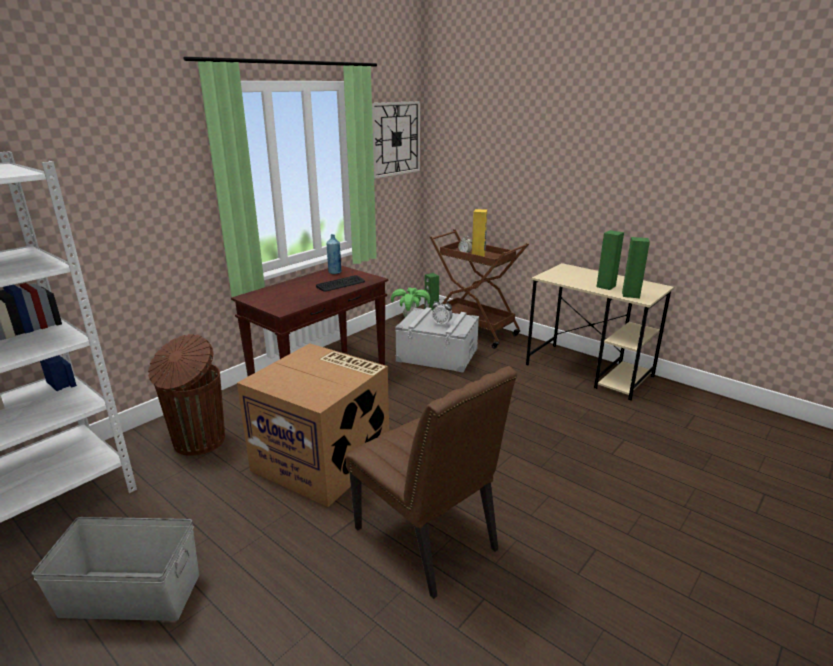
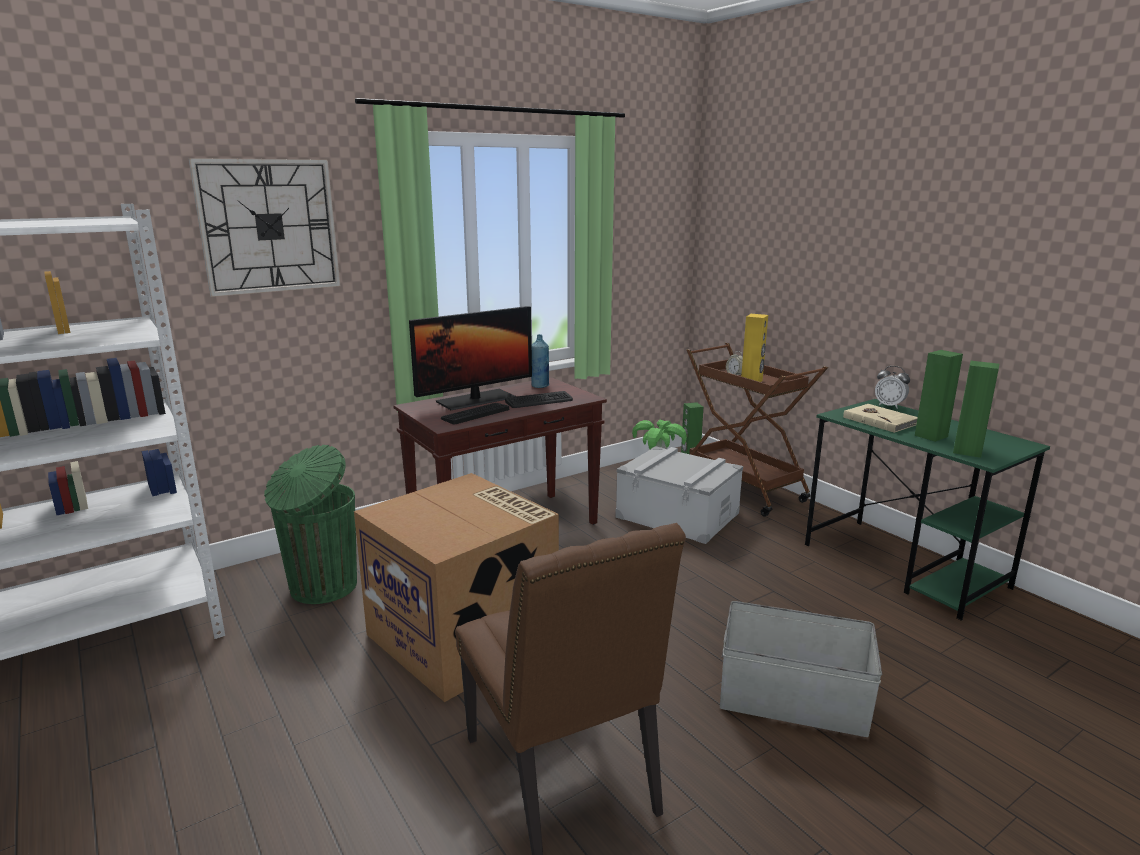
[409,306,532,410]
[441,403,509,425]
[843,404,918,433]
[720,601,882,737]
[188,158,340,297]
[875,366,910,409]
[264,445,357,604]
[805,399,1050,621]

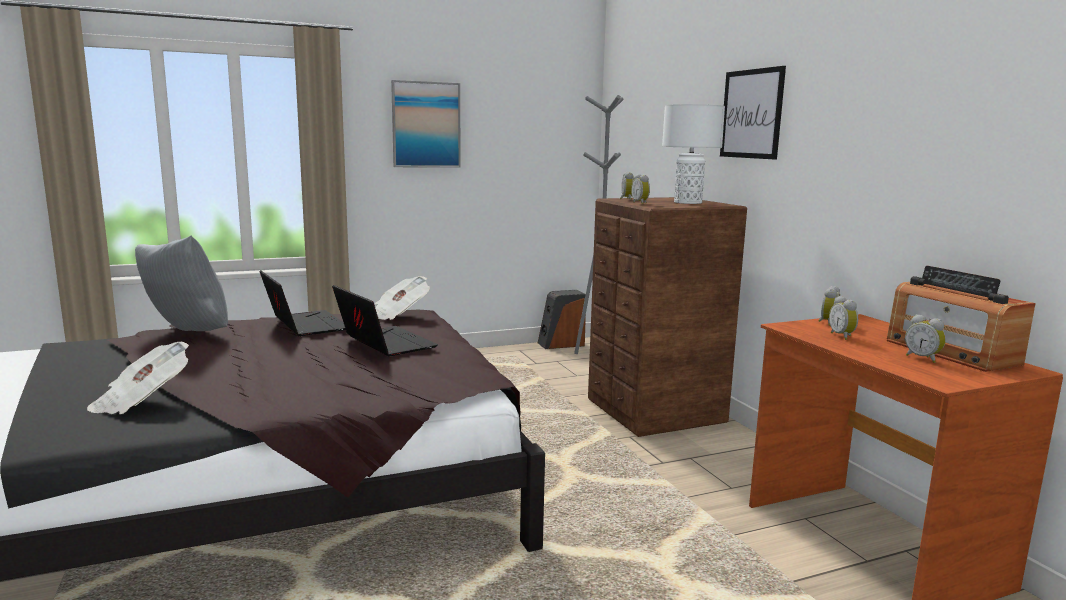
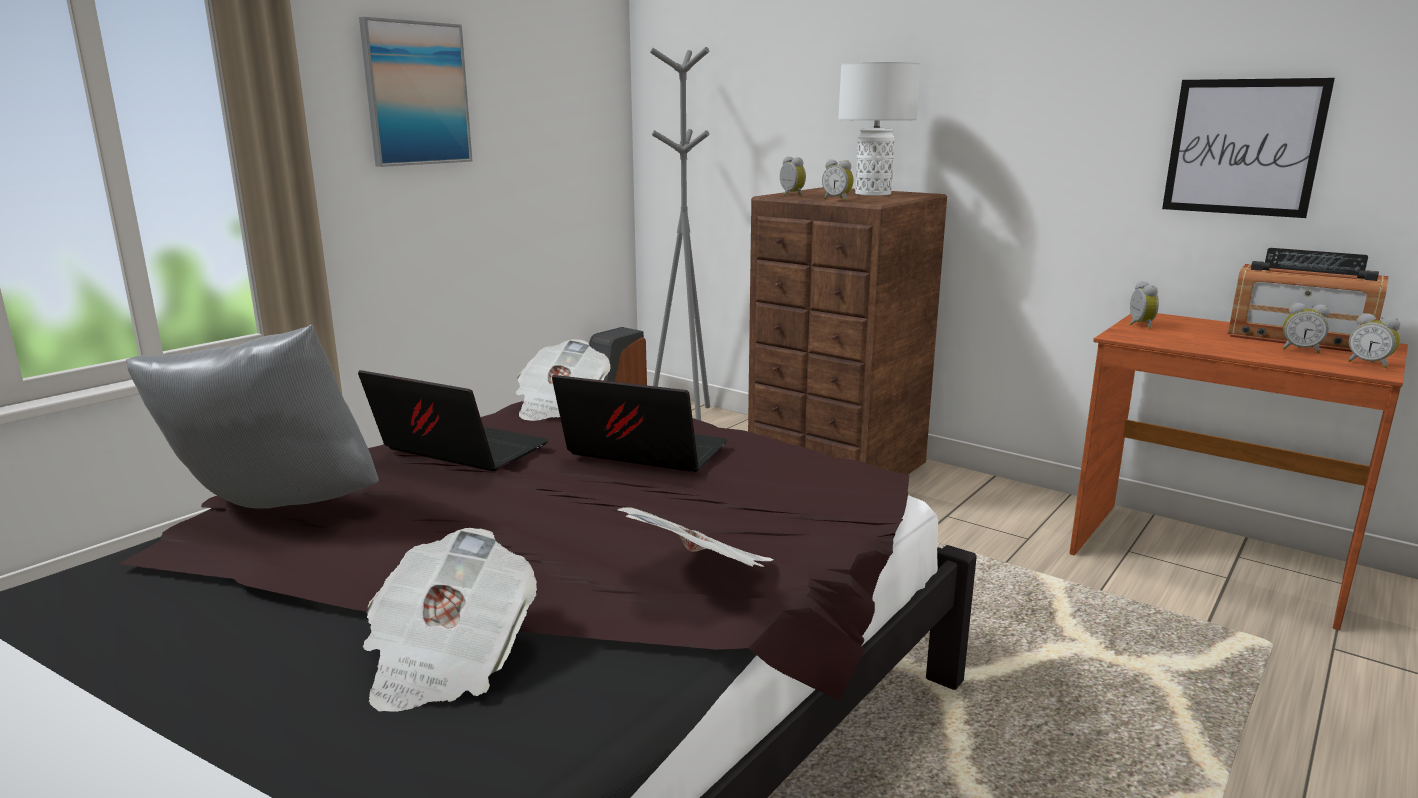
[617,507,774,567]
[1162,78,1335,218]
[1348,313,1400,368]

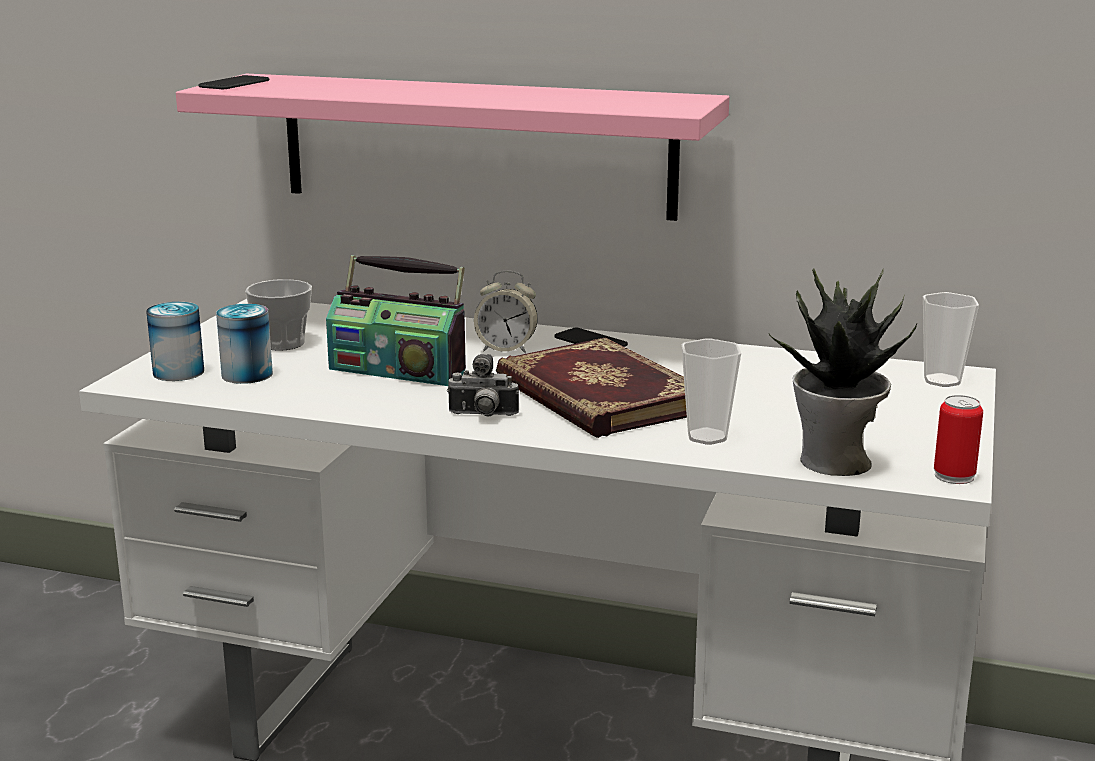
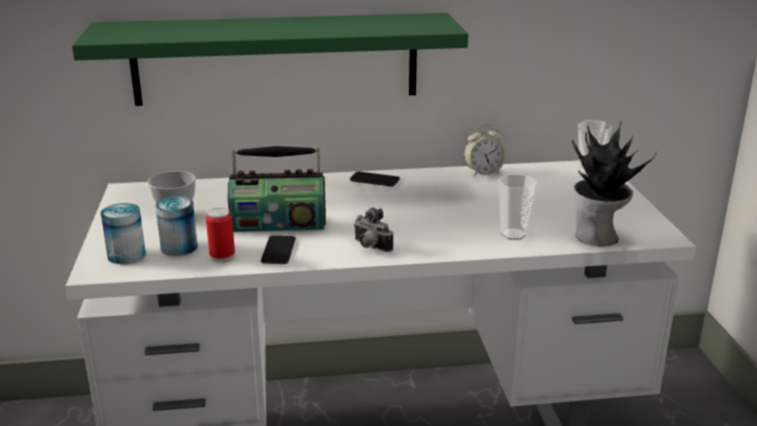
[496,338,687,438] (first image)
[261,236,295,264]
[464,124,506,176]
[206,208,235,262]
[72,13,468,106]
[354,208,393,252]

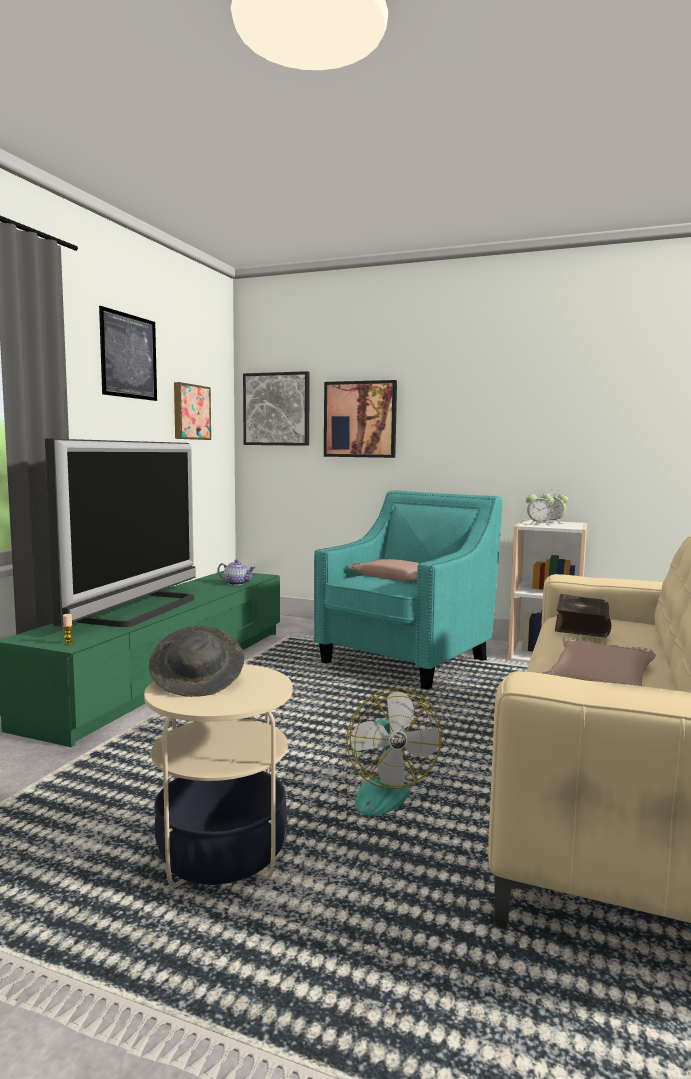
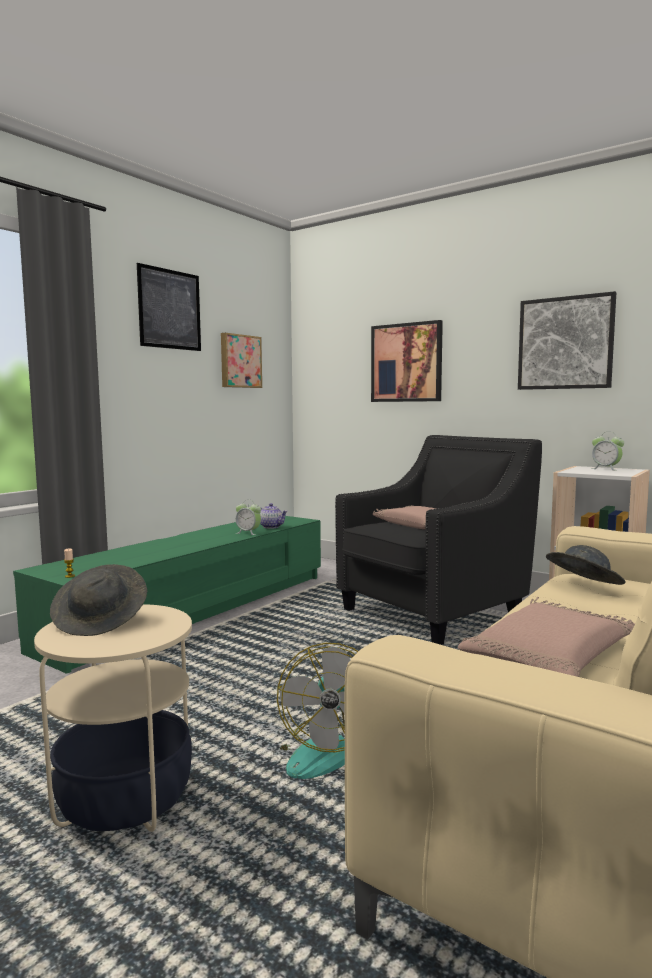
[45,439,196,627] (first image)
[518,291,616,390]
[236,500,261,535]
[546,545,625,585]
[335,435,542,645]

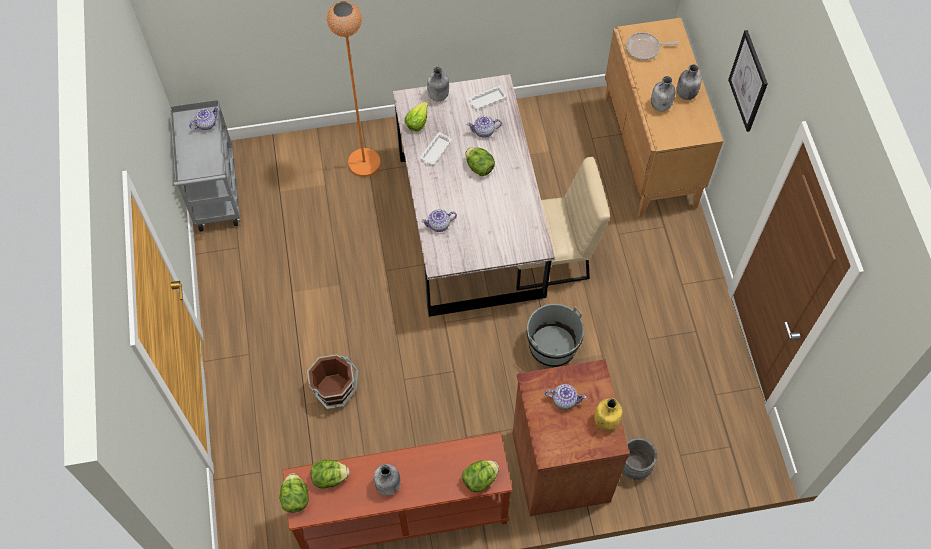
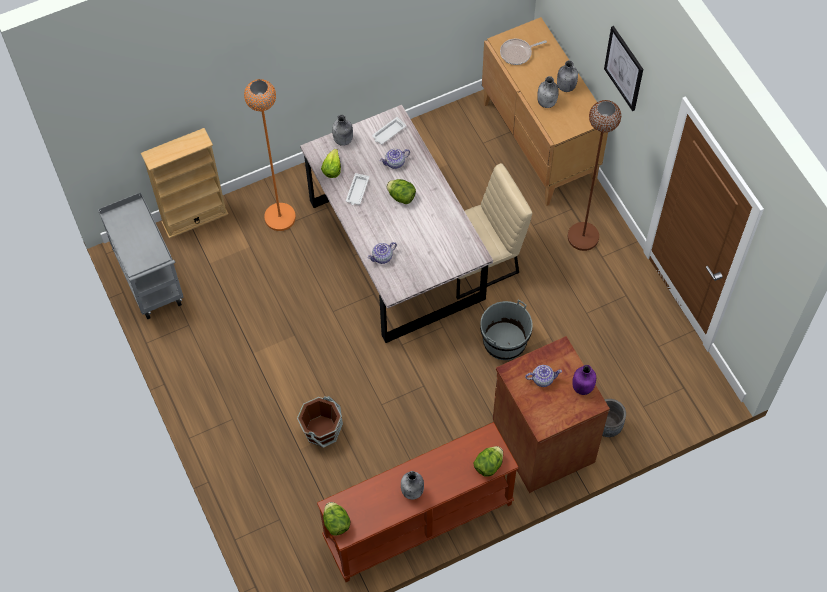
[189,106,219,130] (first image)
[311,459,349,488] (first image)
[141,128,228,239]
[568,100,621,251]
[572,365,596,395]

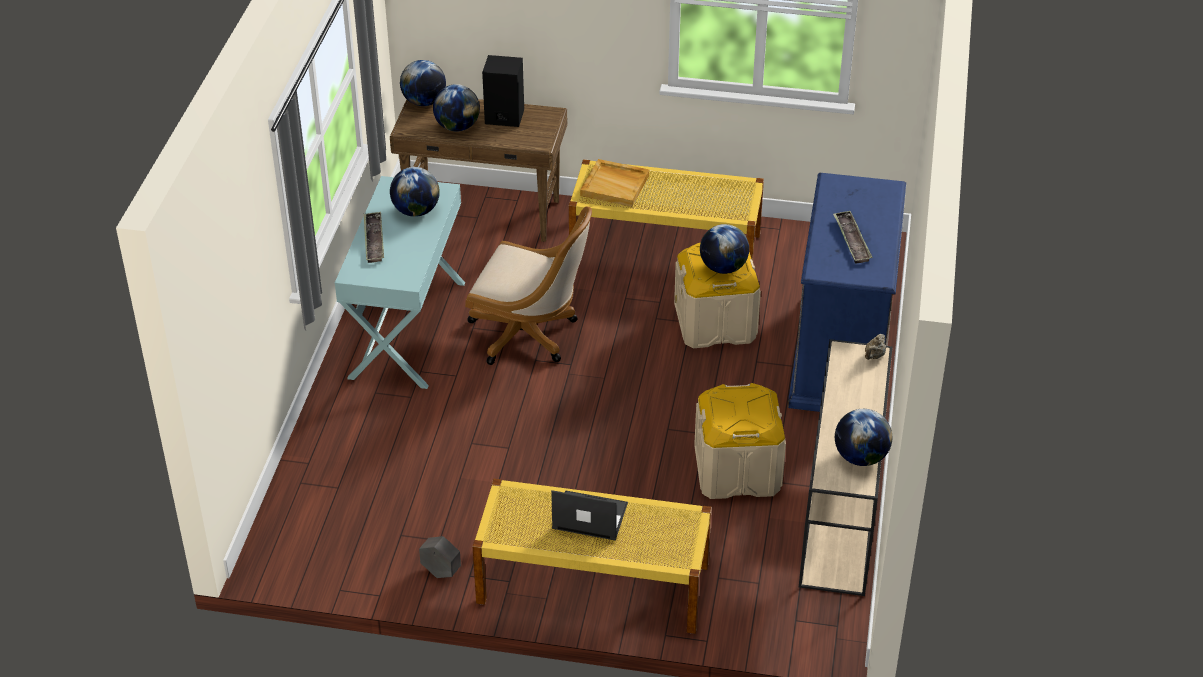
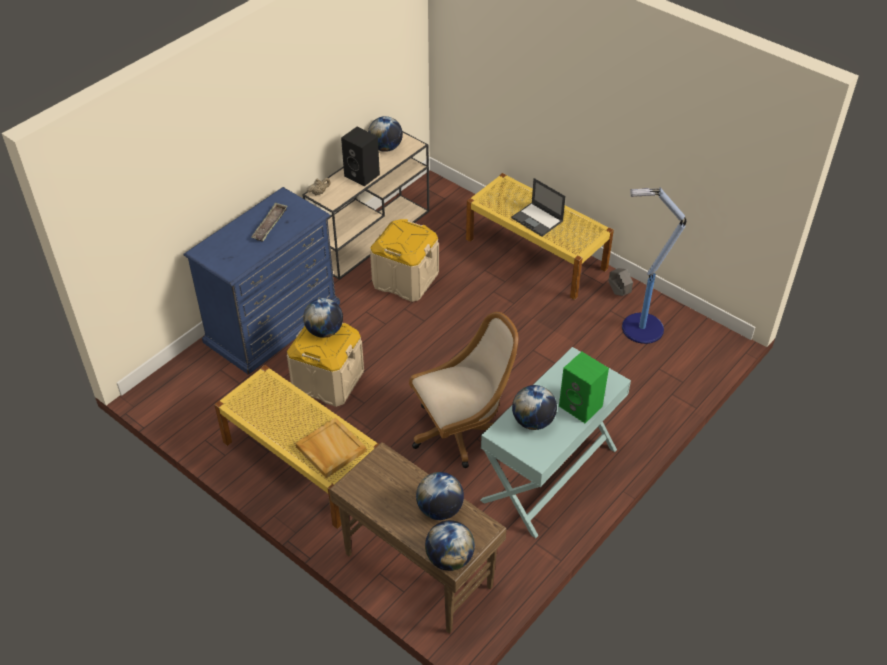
[622,188,686,344]
[341,126,380,186]
[559,351,609,423]
[409,312,518,468]

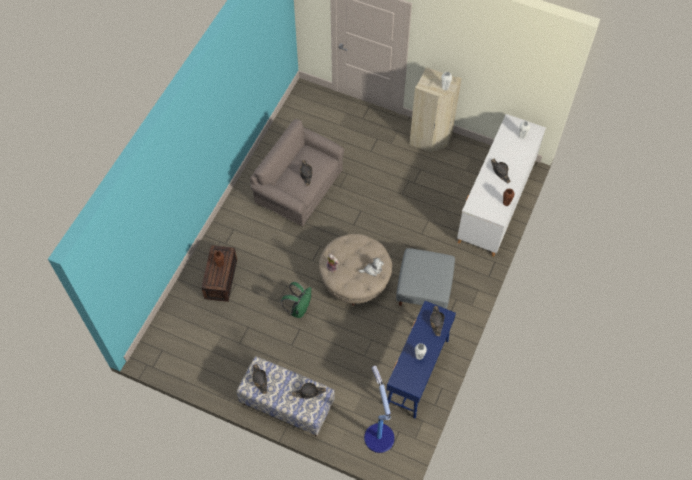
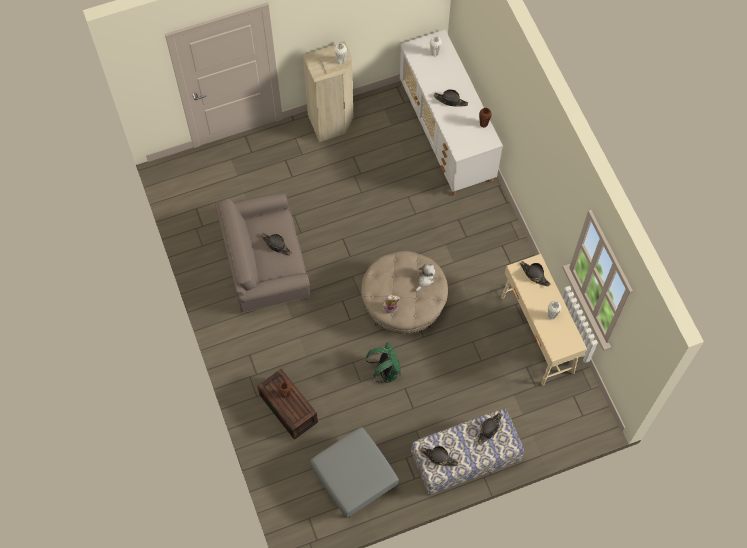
[364,366,395,453] (first image)
[310,427,399,518]
[501,254,587,385]

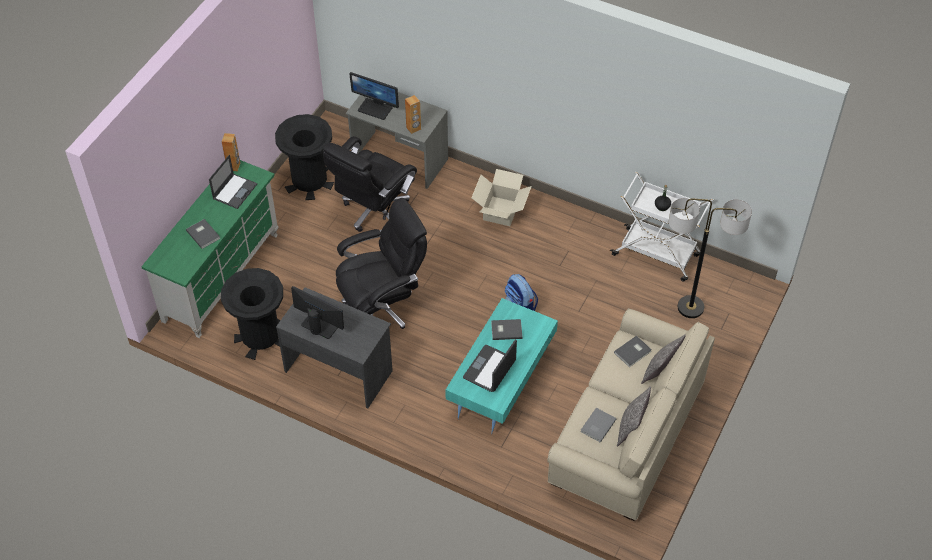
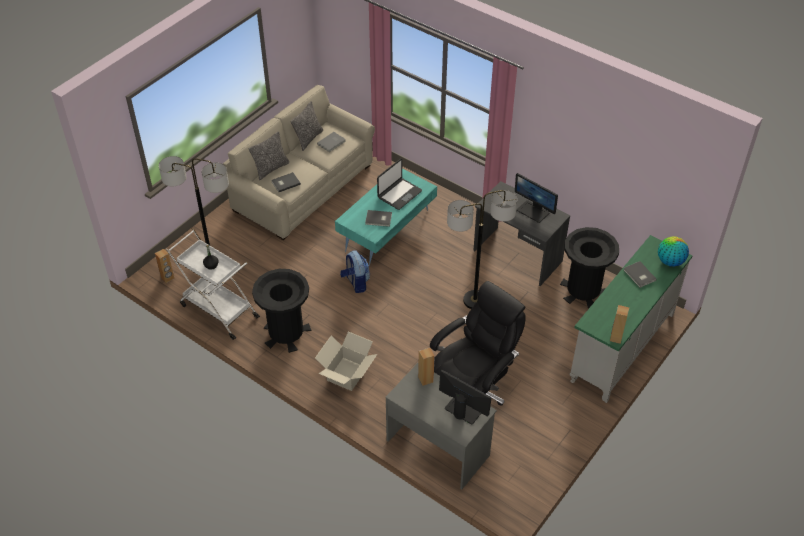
[209,155,257,209] (first image)
[155,249,175,283]
[658,236,689,267]
[252,269,311,353]
[447,190,517,309]

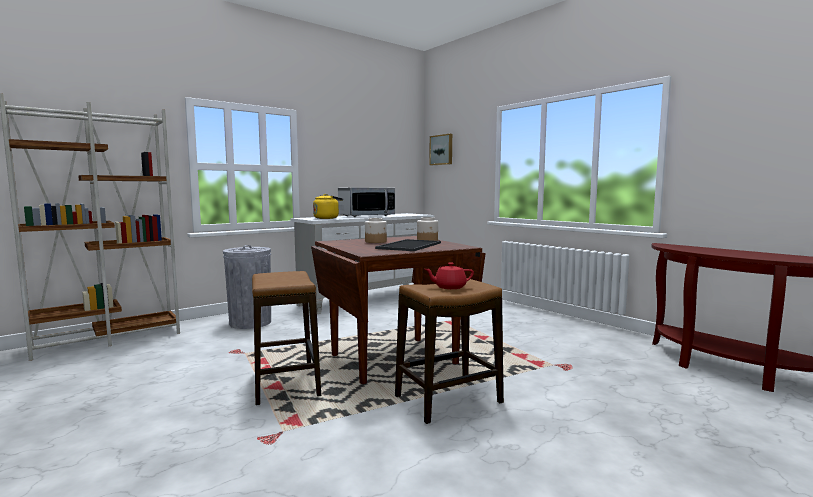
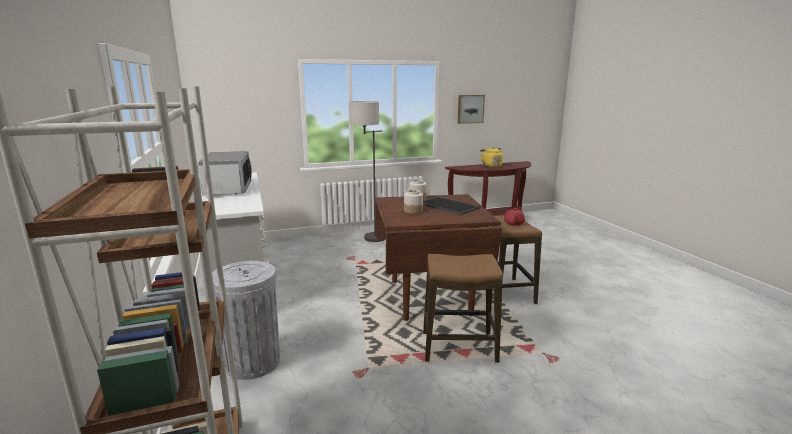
[349,101,386,242]
[480,147,503,167]
[458,95,485,124]

